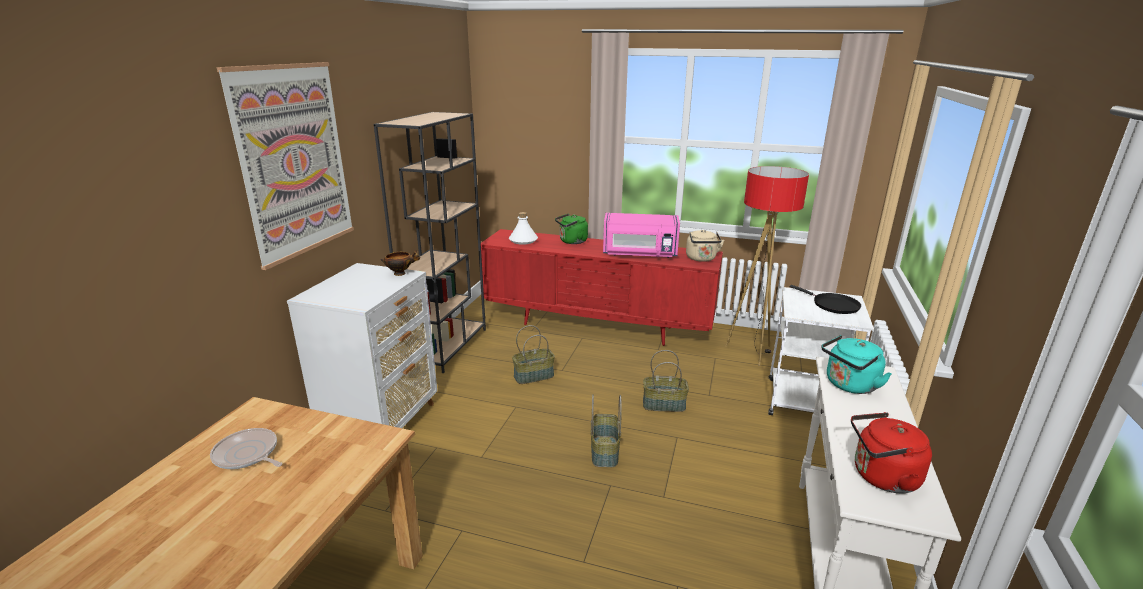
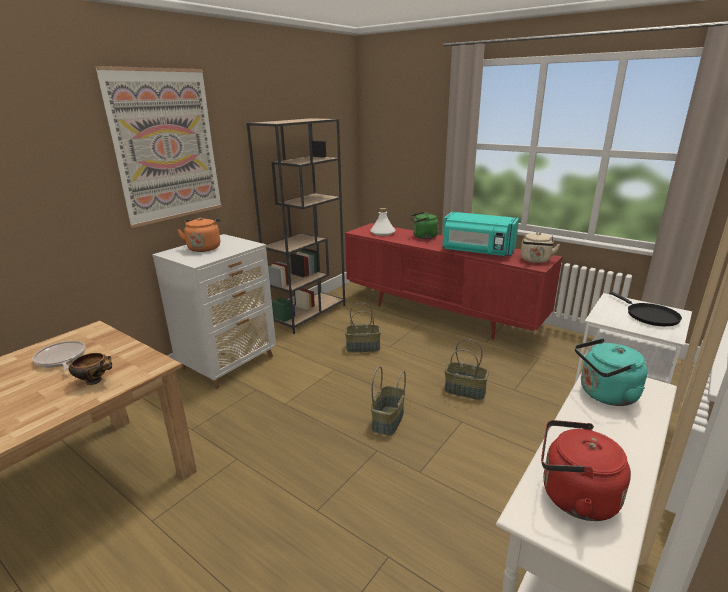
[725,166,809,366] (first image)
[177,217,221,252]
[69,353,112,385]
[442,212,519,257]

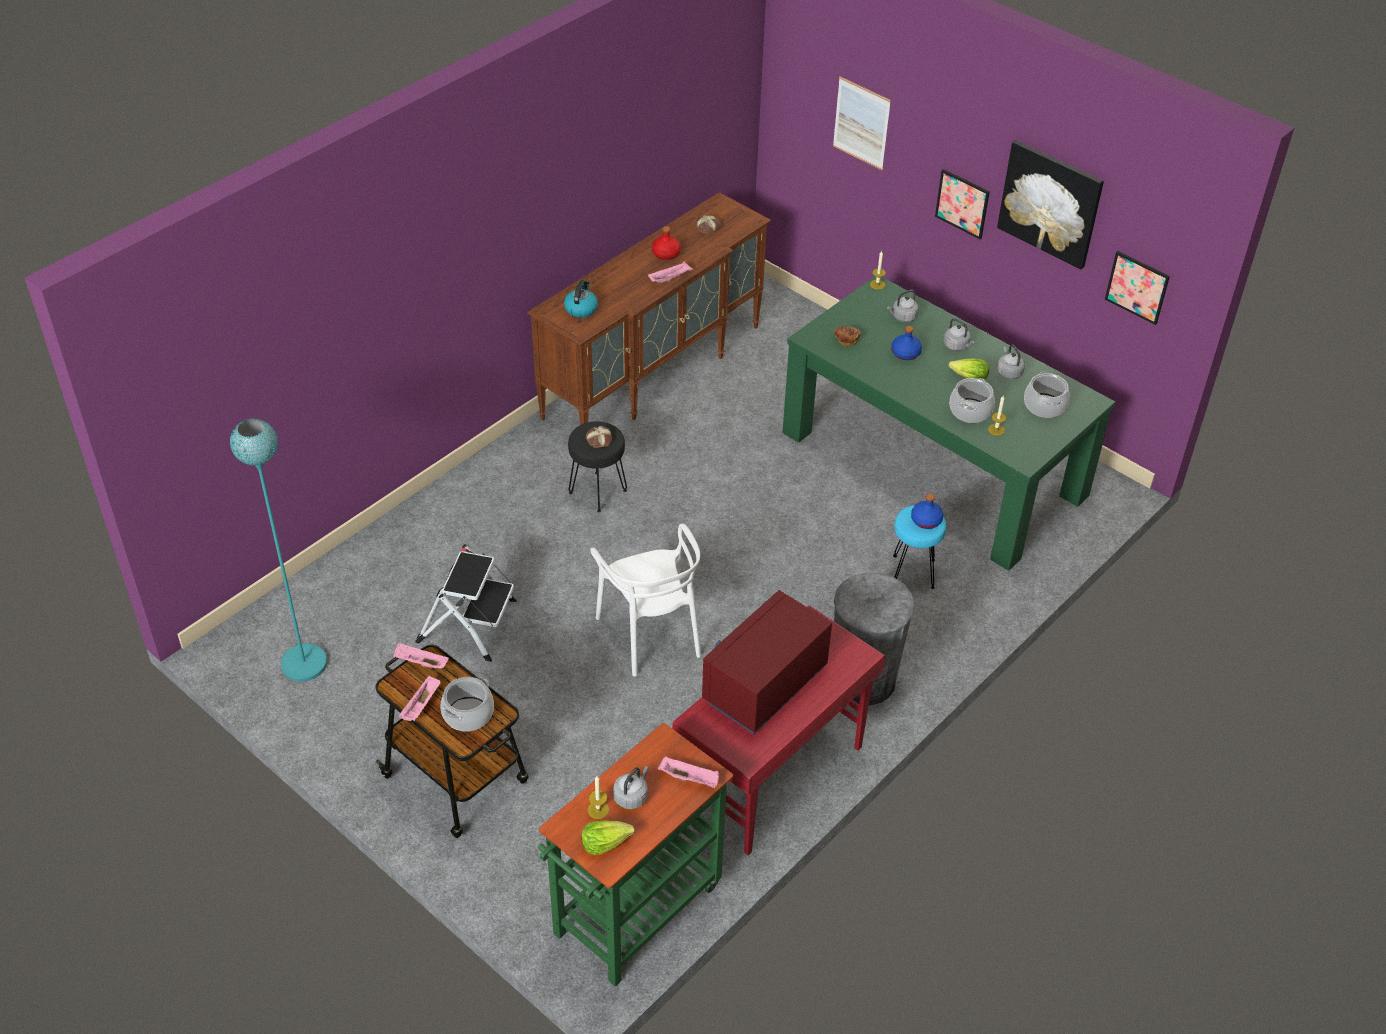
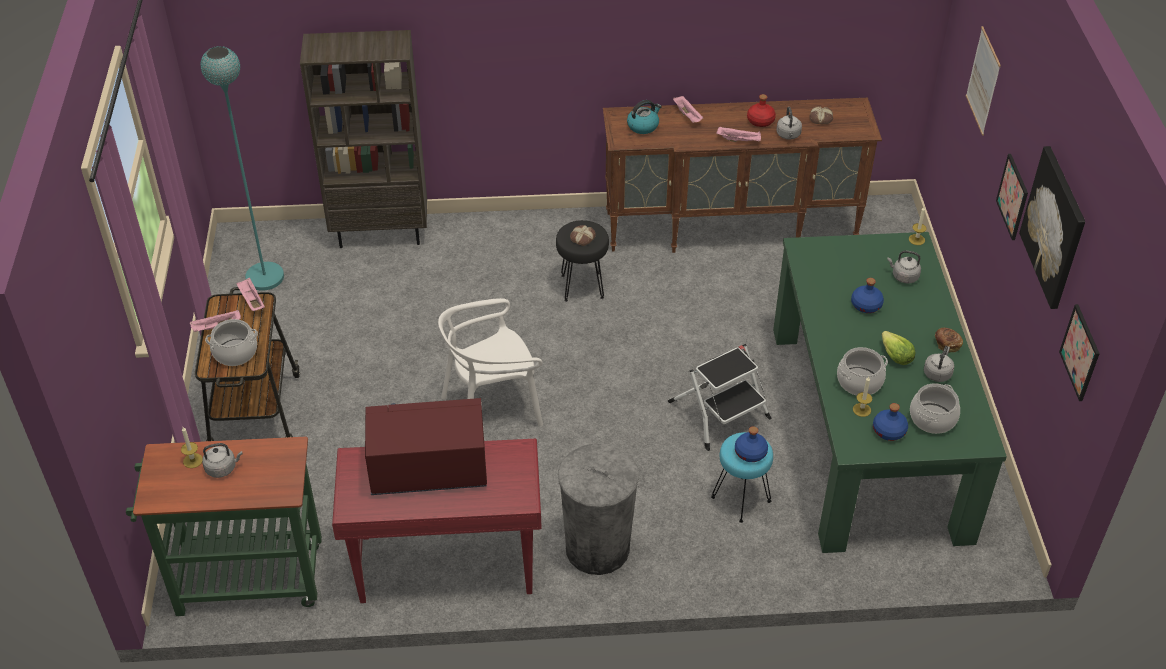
[581,820,635,855] (first image)
[300,30,427,248]
[873,403,908,441]
[668,344,771,451]
[673,96,703,123]
[935,328,963,352]
[777,107,802,139]
[438,298,543,427]

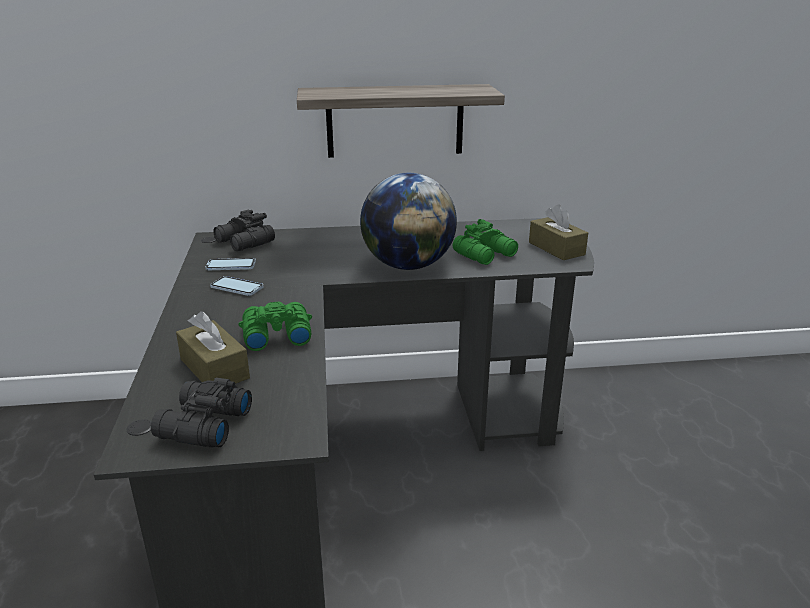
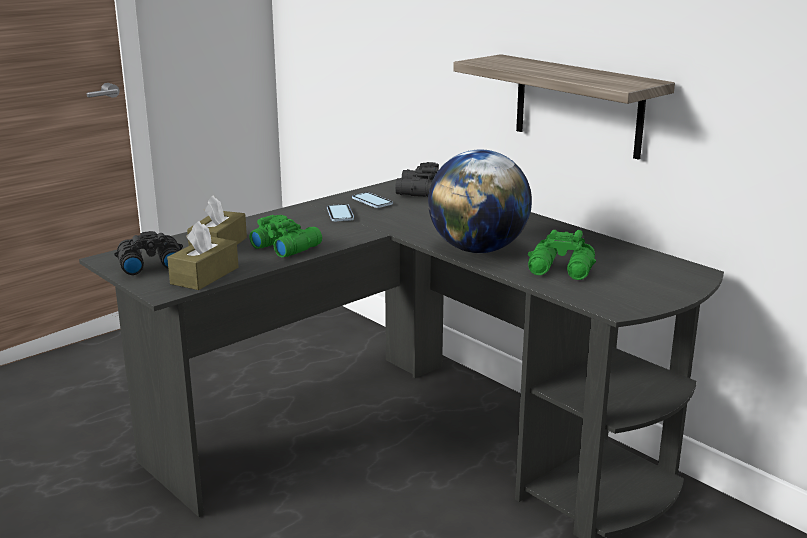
[167,221,239,290]

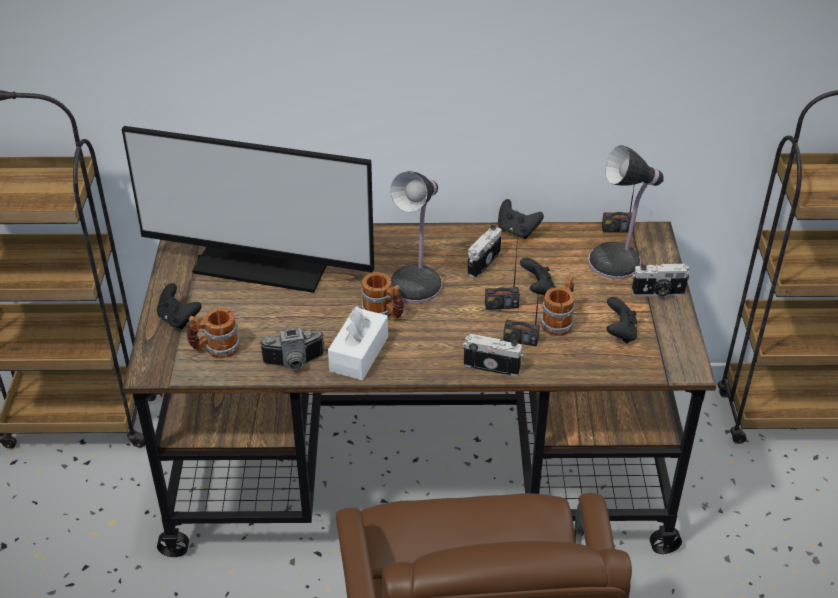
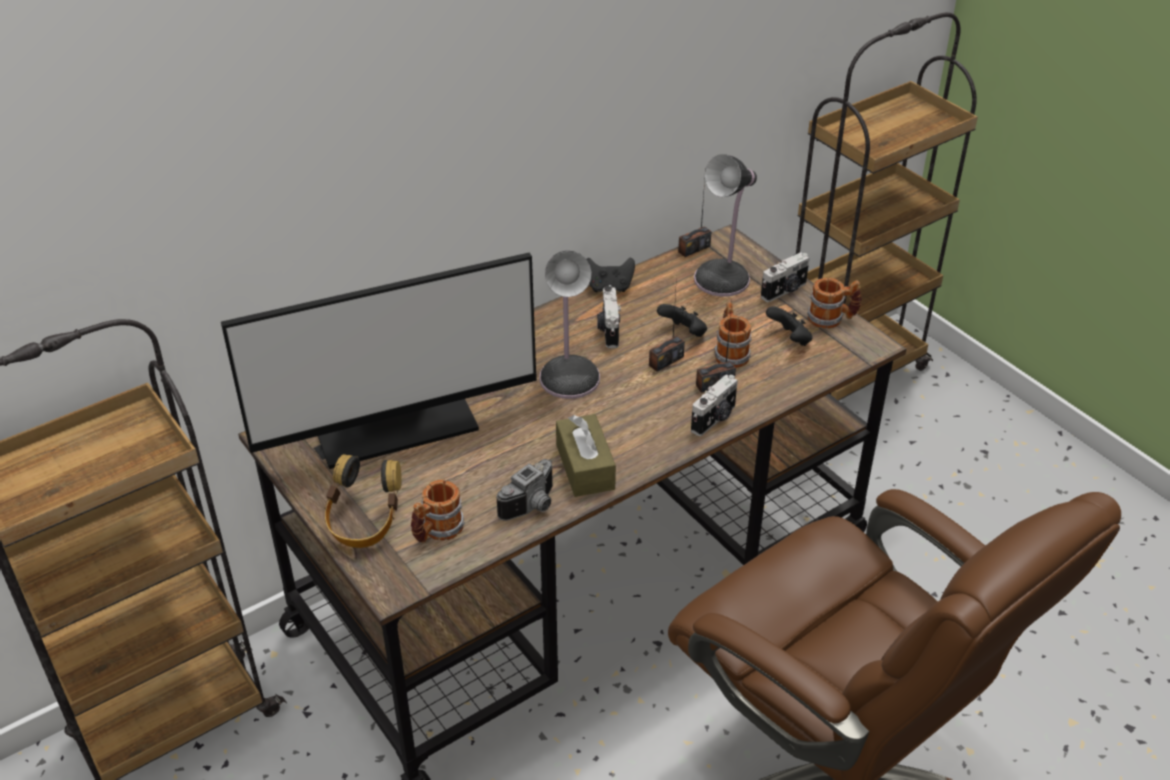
[807,278,862,329]
[324,454,402,548]
[556,414,616,497]
[691,374,738,436]

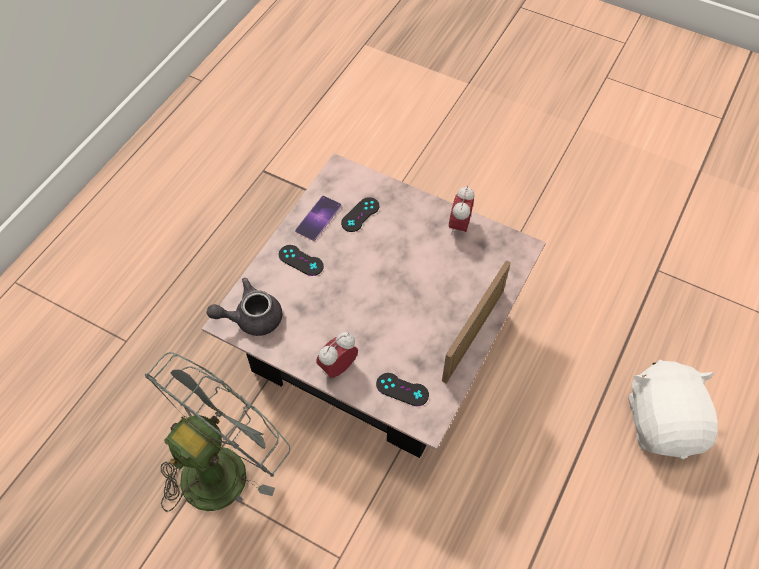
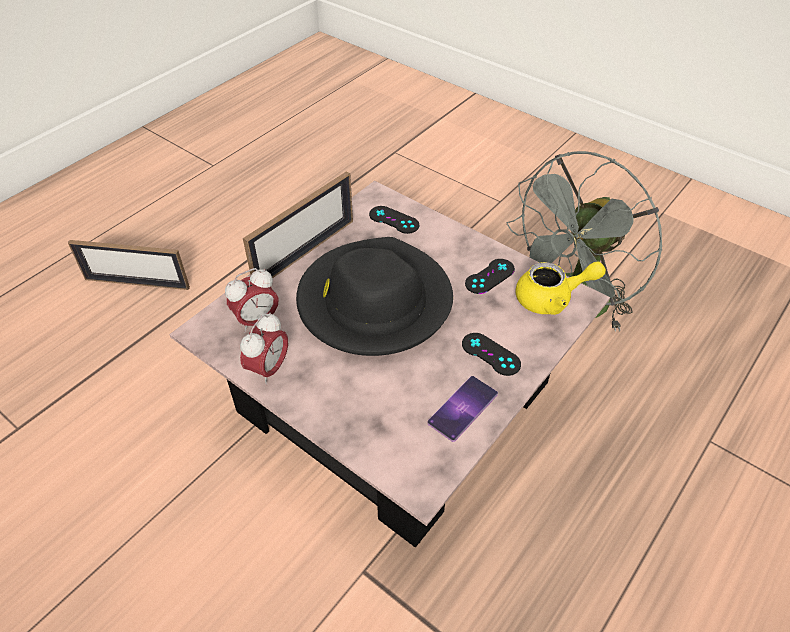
[296,237,453,356]
[225,268,279,332]
[465,259,515,294]
[68,240,190,290]
[516,261,606,315]

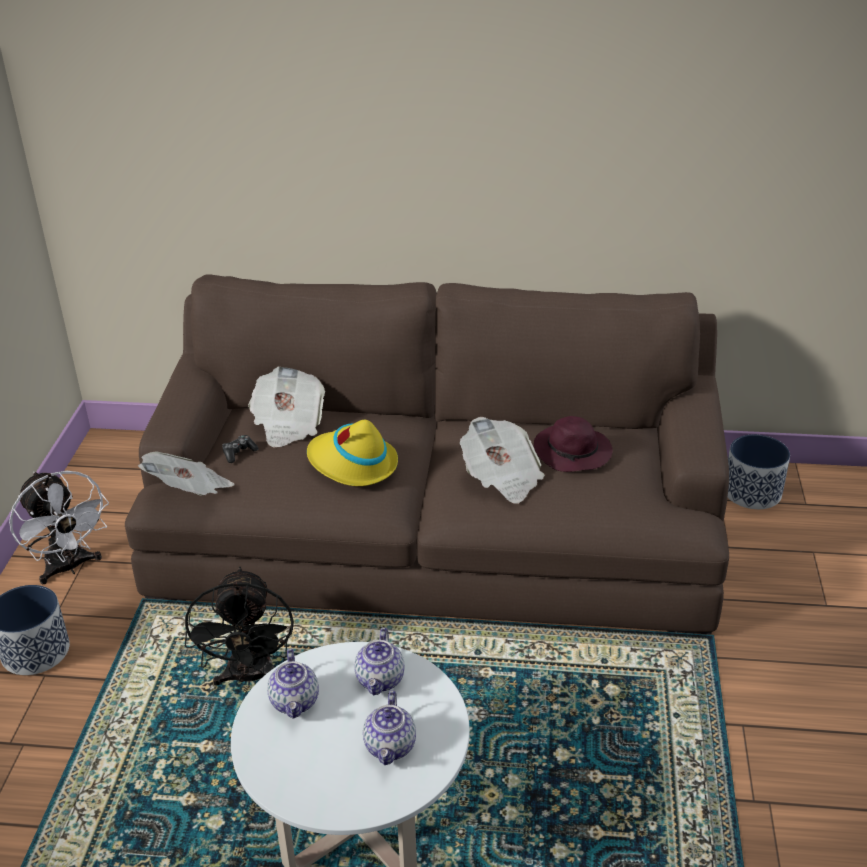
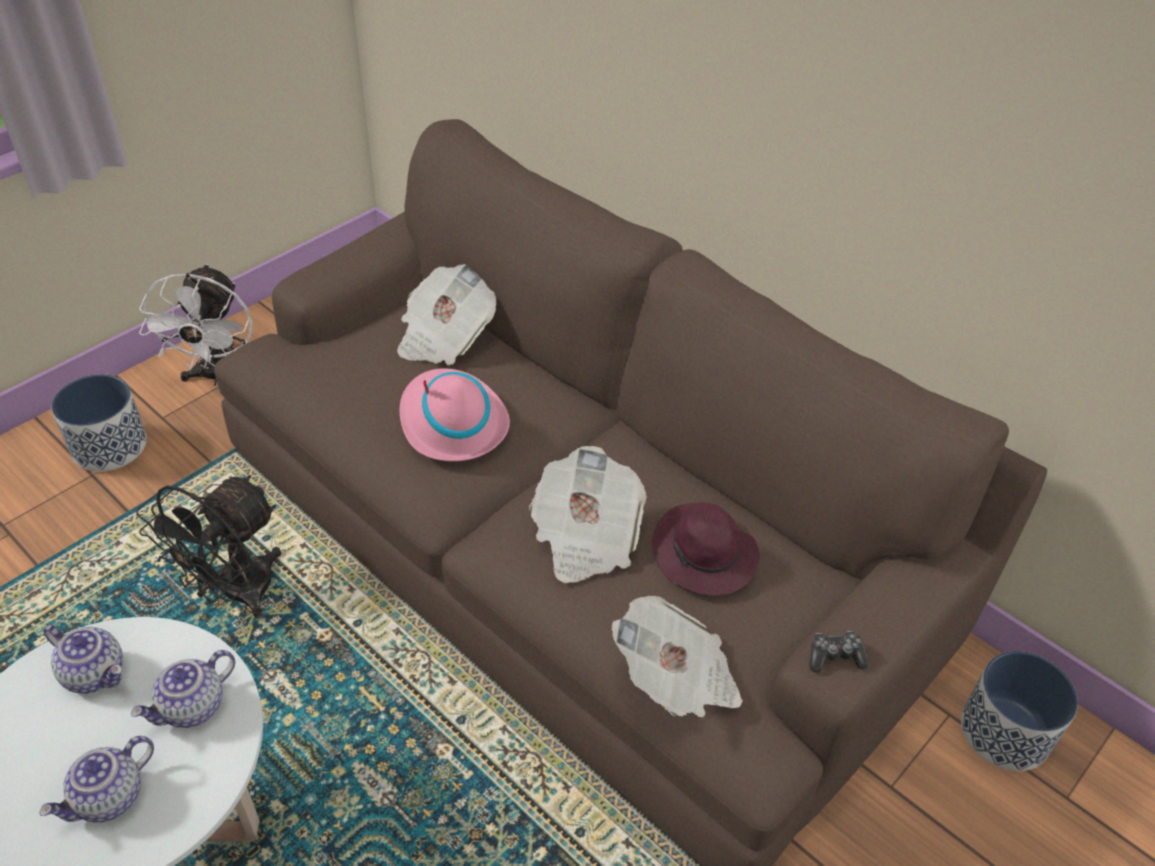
[612,596,743,718]
[809,631,869,672]
[400,368,510,461]
[44,625,123,694]

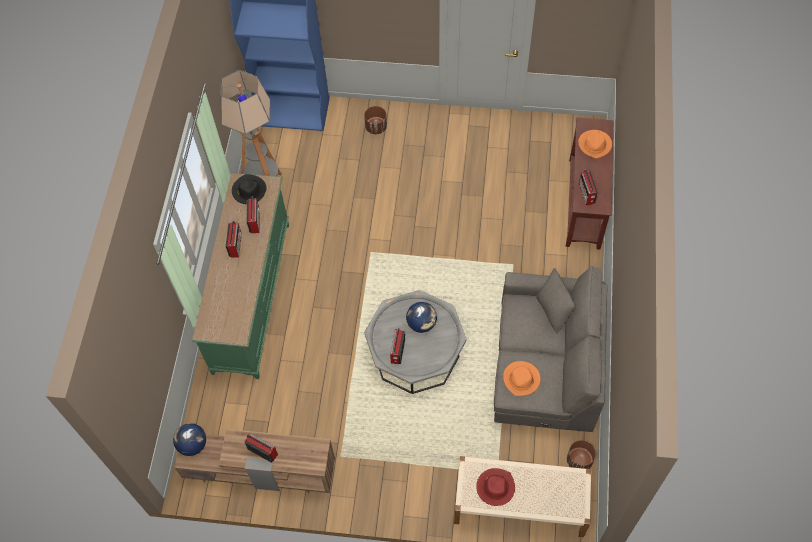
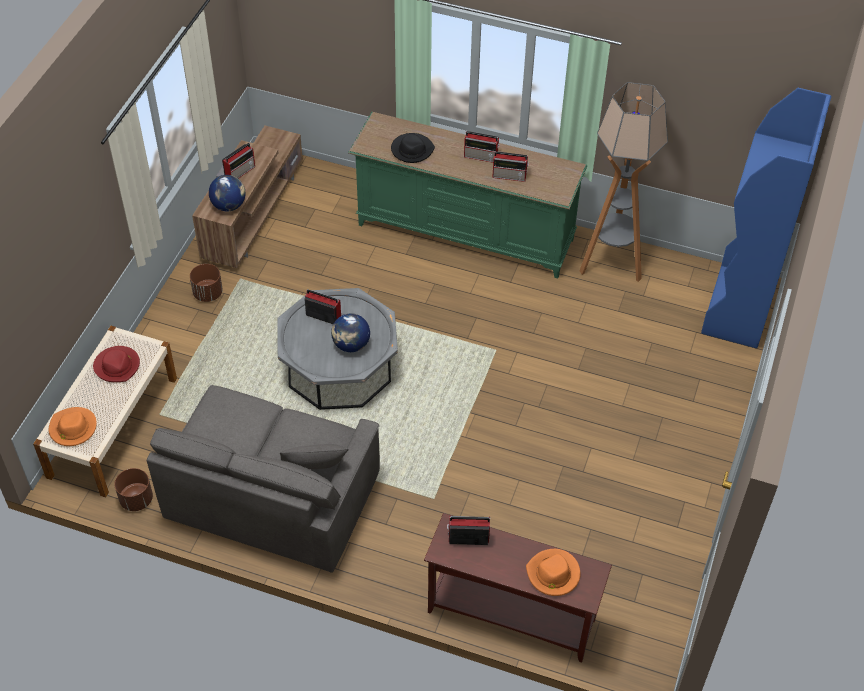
[209,175,245,211]
[391,133,435,163]
[190,264,223,302]
[49,407,97,446]

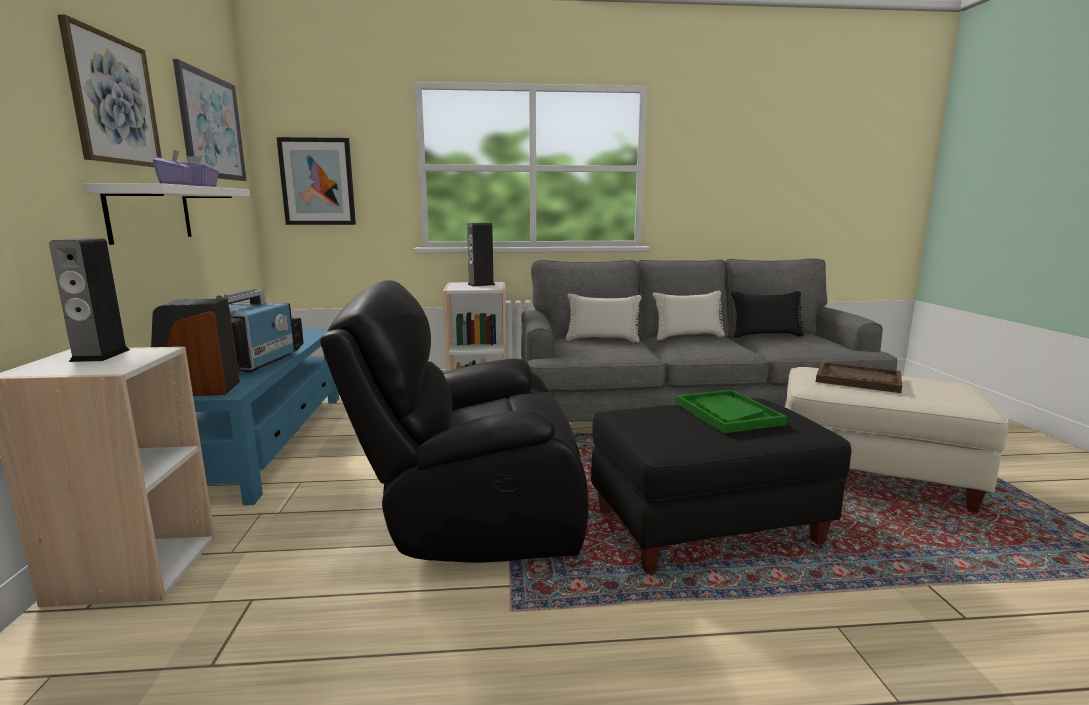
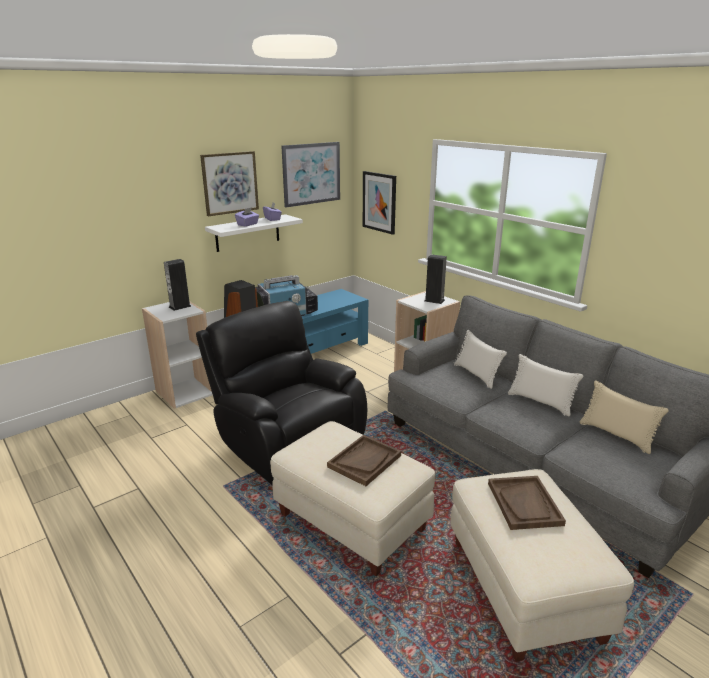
[270,421,435,576]
[327,435,401,486]
[580,381,669,454]

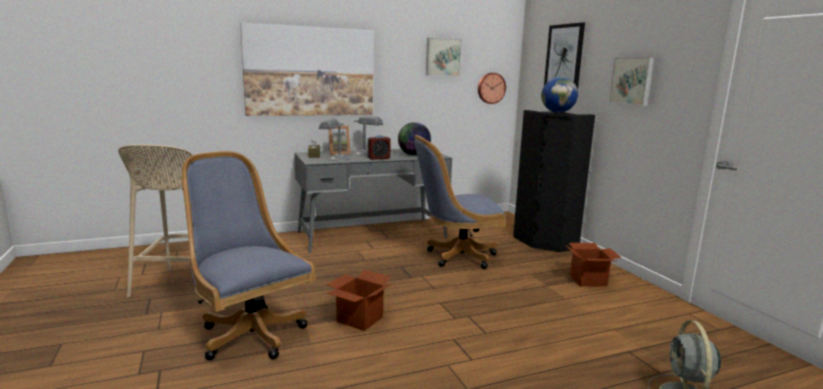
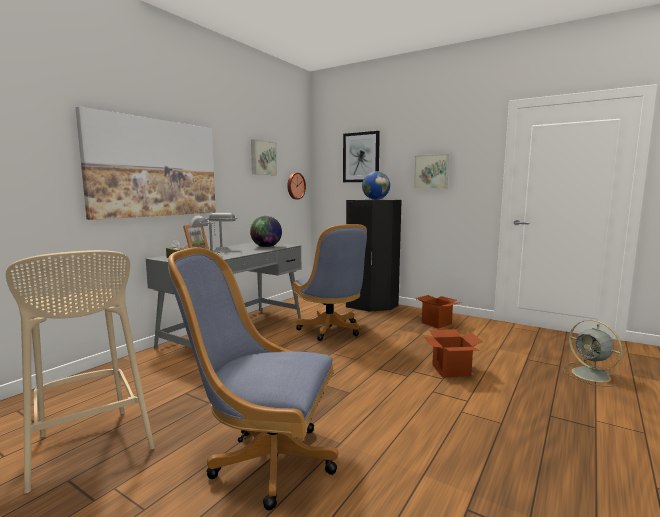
[367,135,391,160] (first image)
[424,329,483,378]
[293,224,367,341]

